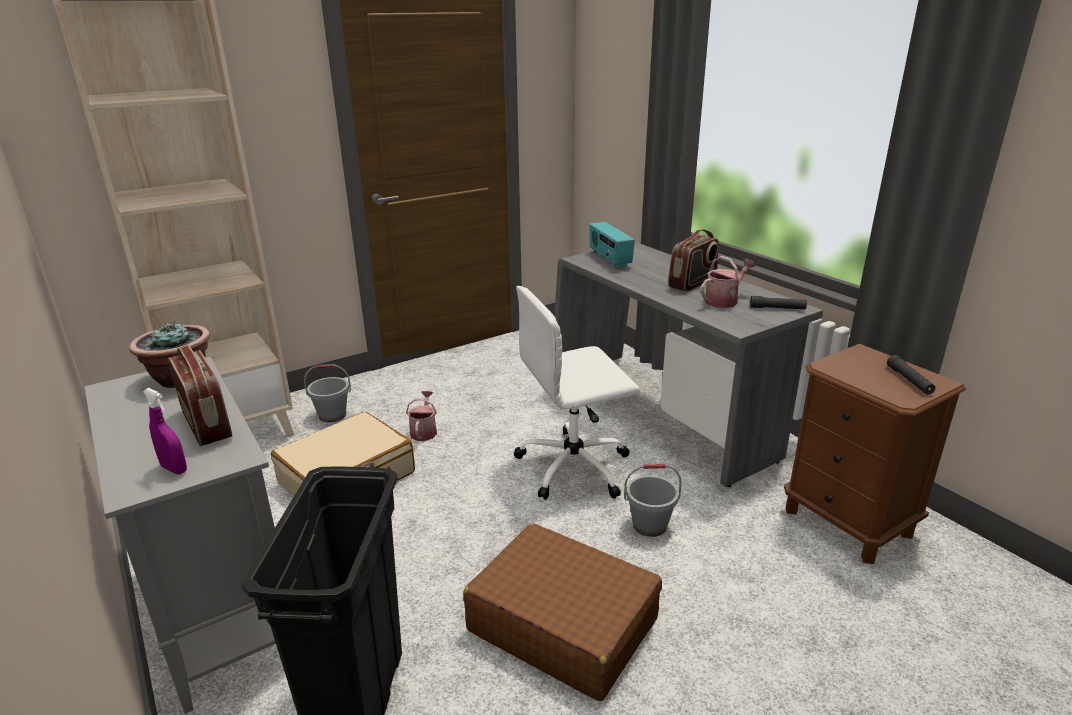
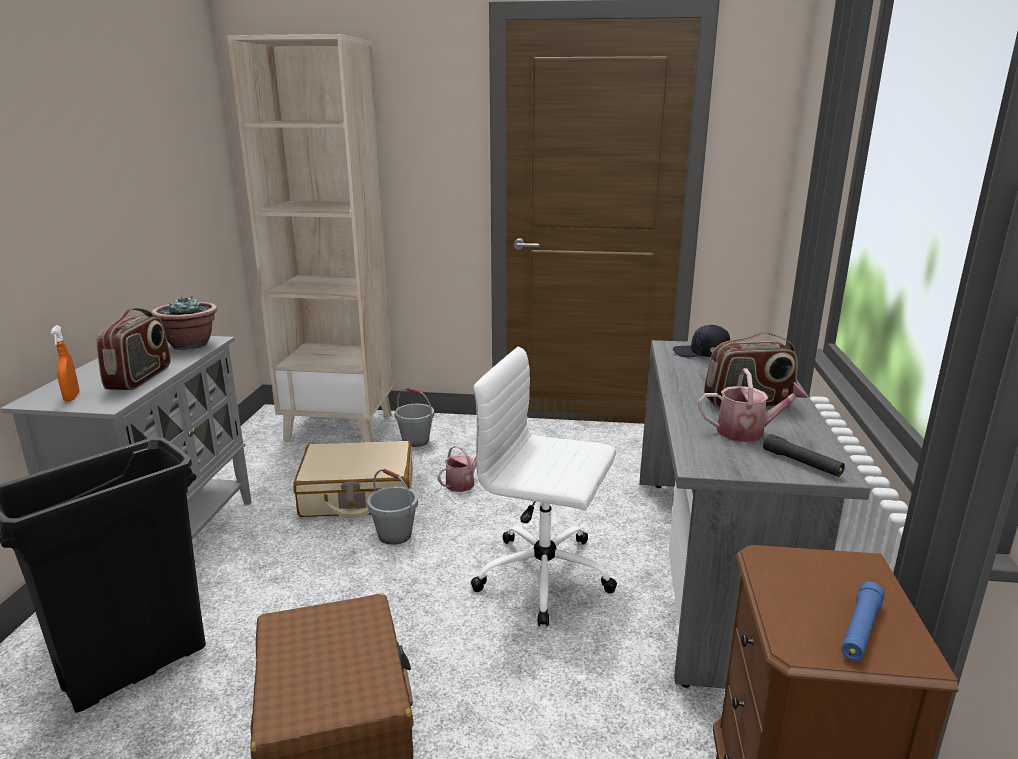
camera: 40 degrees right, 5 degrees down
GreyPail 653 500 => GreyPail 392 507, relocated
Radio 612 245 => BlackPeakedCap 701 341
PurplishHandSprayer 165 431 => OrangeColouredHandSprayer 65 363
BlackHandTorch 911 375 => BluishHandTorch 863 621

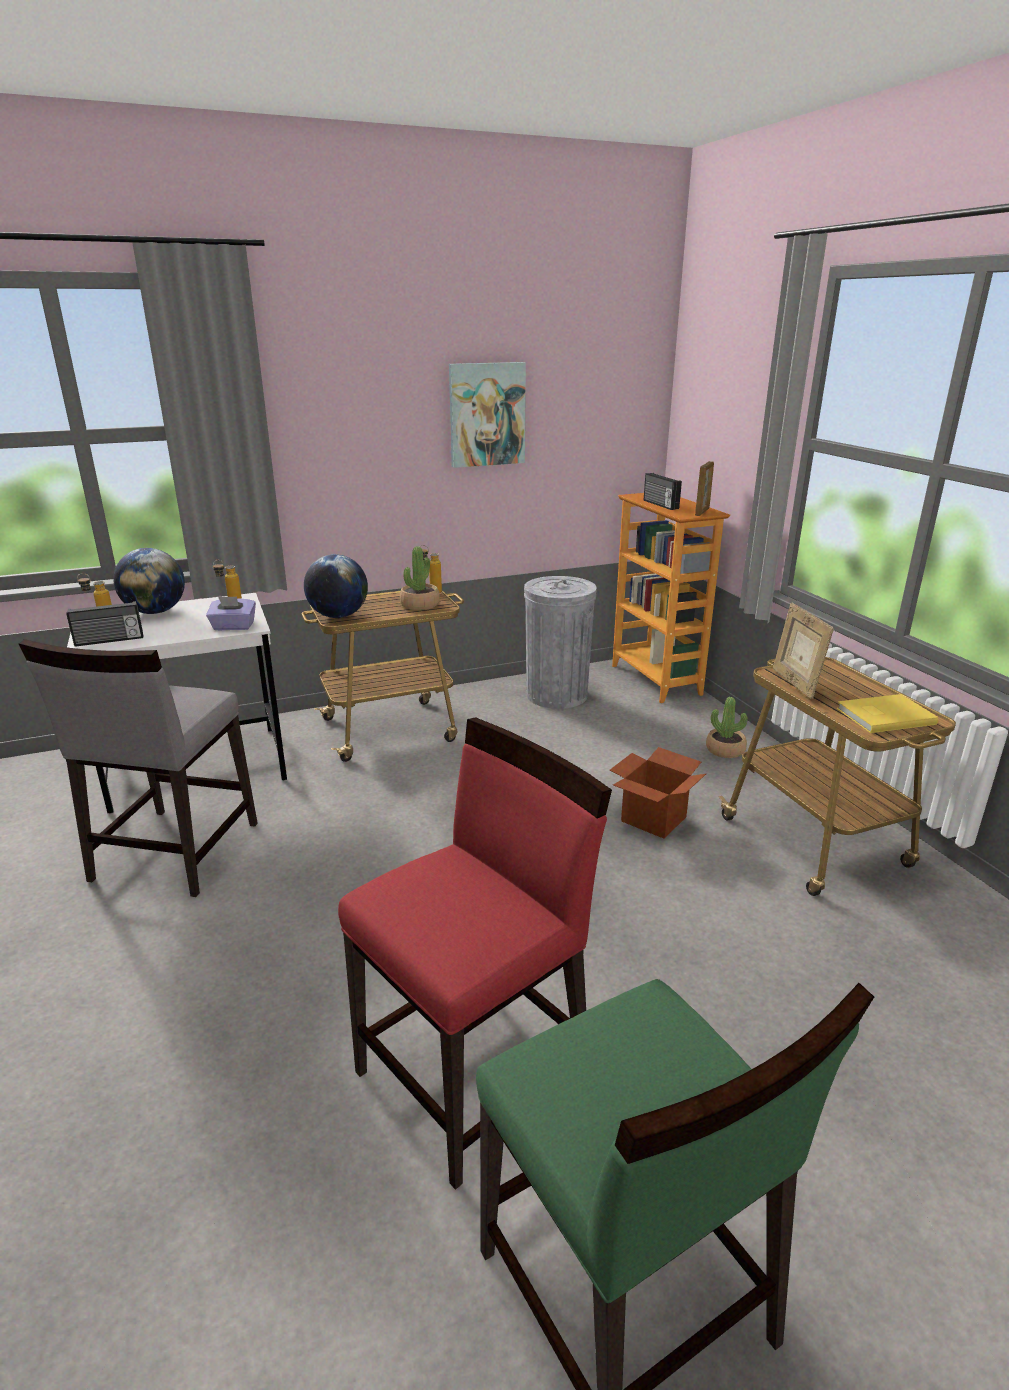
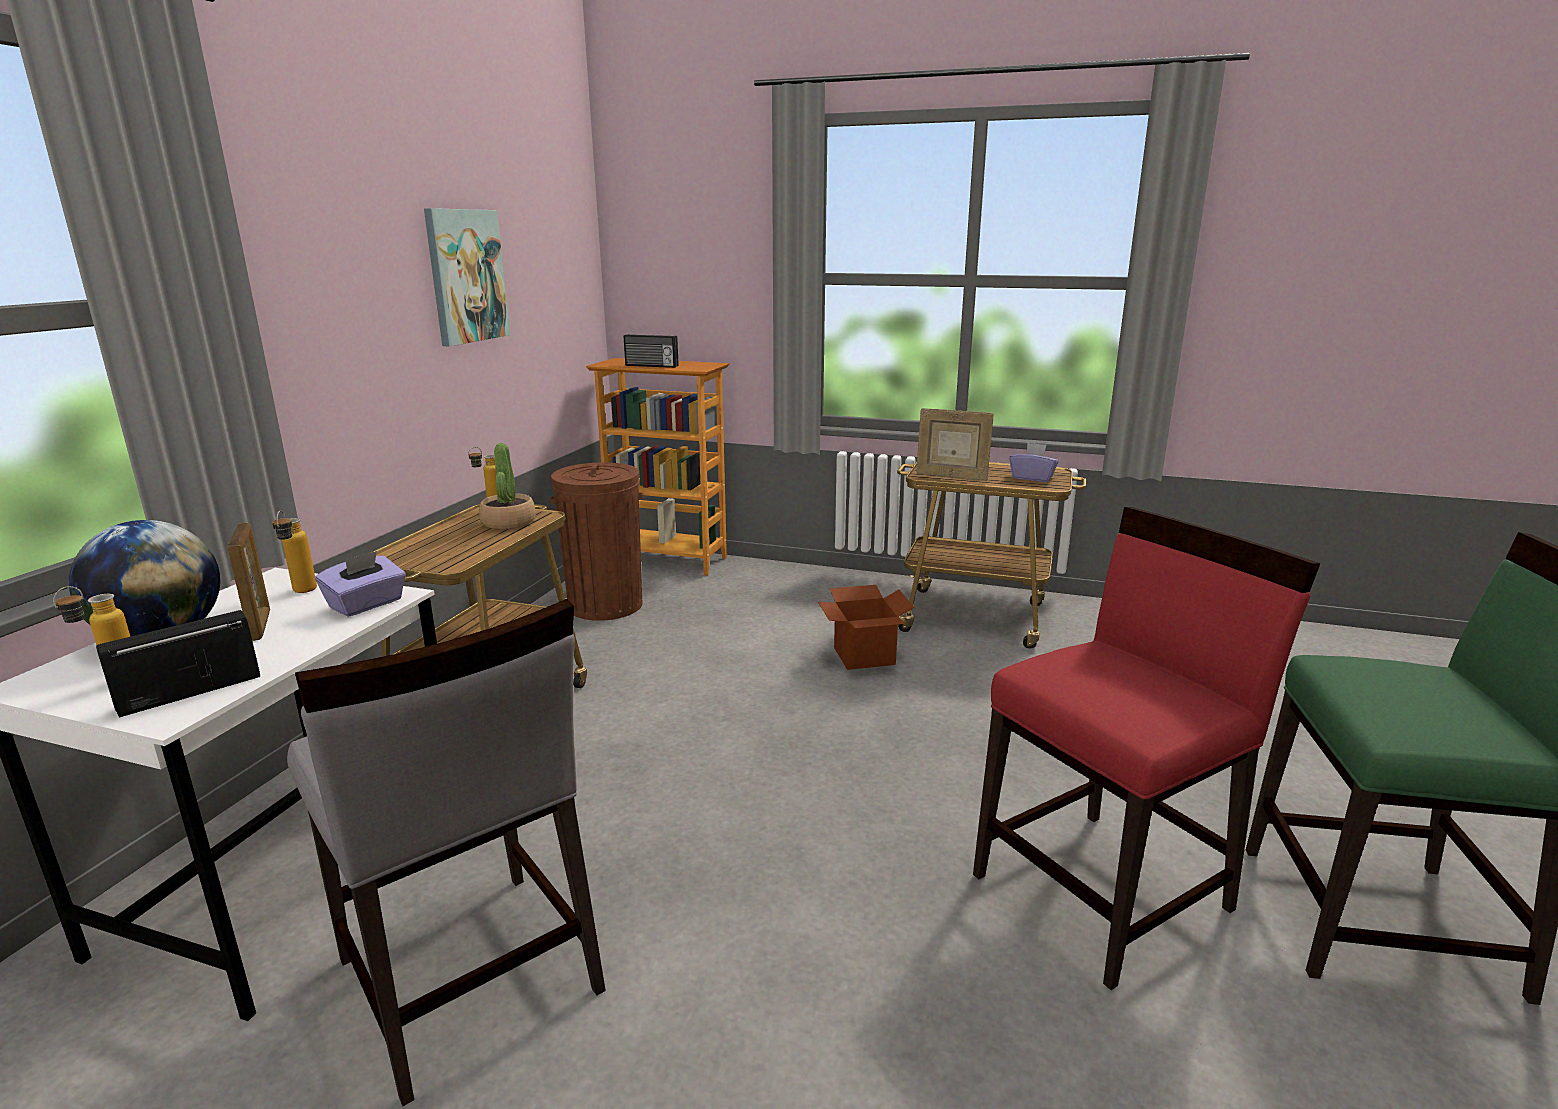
camera: 50 degrees left, 5 degrees down
DeskGlobe 336 586 => nothing
Houseplant 727 727 => nothing
PhotoFrame 704 488 => PhotoFrame 248 582, relocated
YellowColouredBook 887 713 => PurplishBoxOfTissues 1034 462
GreyTrashCan 560 642 => BrownTrashCan 597 541
Radio 104 624 => Radio 178 664, 150 degrees counterclockwise
RedColouredUprightChair 475 953 => RedColouredUprightChair 1146 748, 60 degrees clockwise

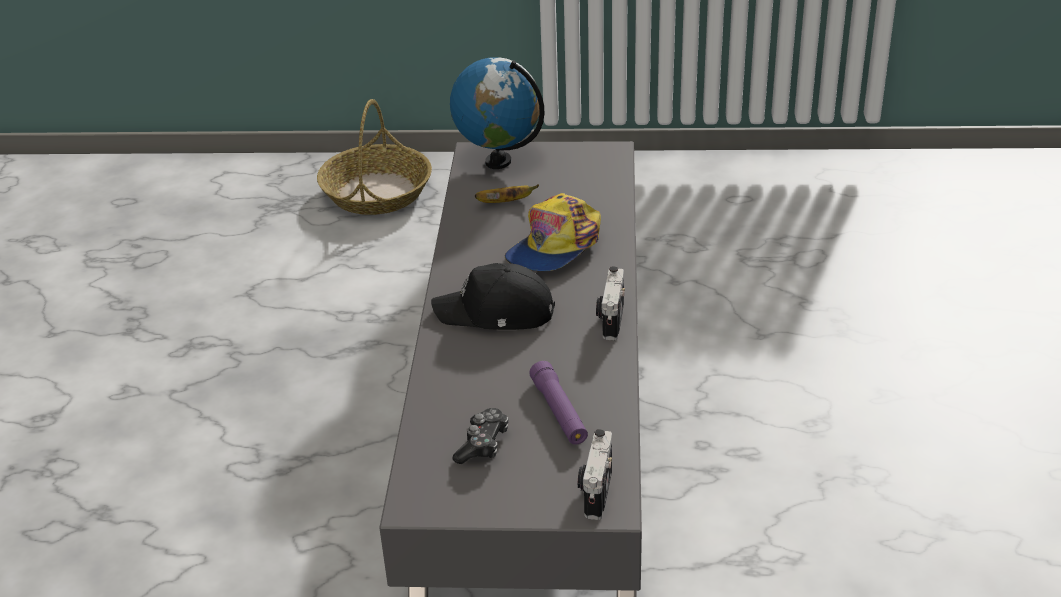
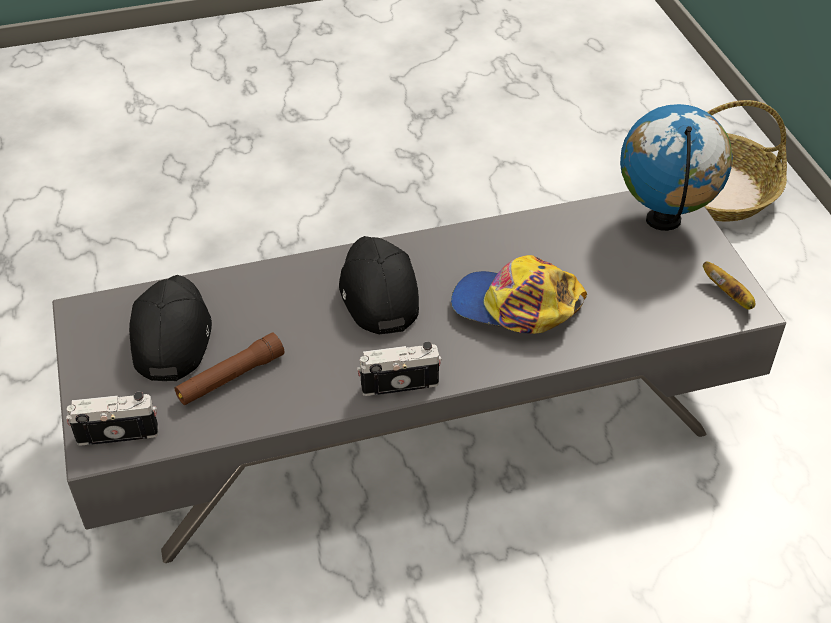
camera: 70 degrees right, 10 degrees up
BananaFruit 507 193 => BananaFruit 729 286, relocated
GameController 480 436 => BlackPeakedCap 170 328
PurplishHandTorch 558 403 => BrownHandTorch 229 369

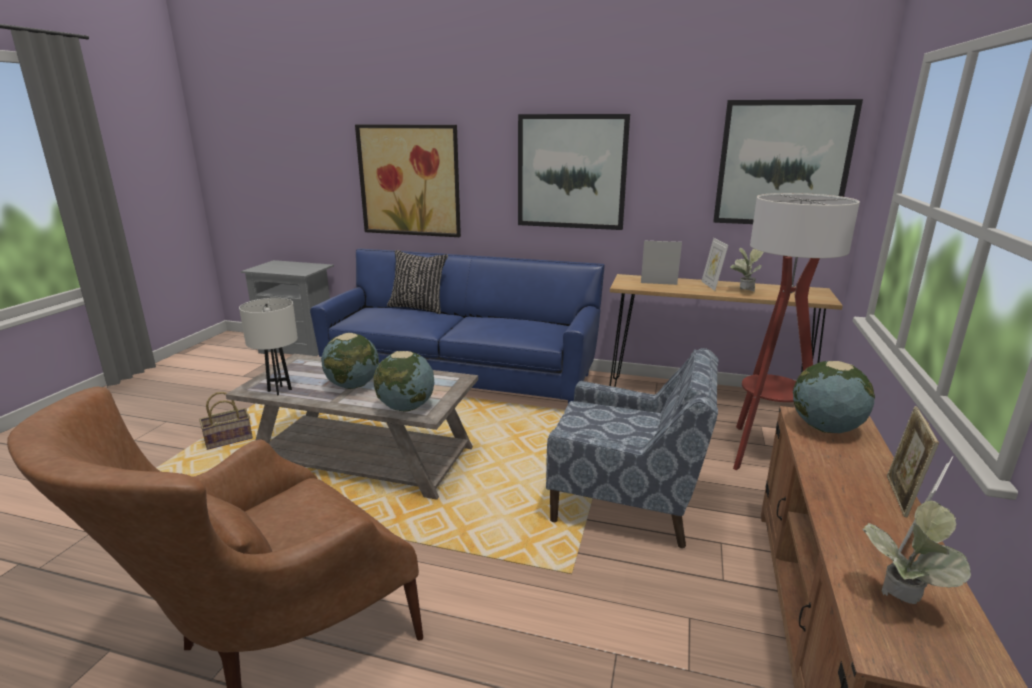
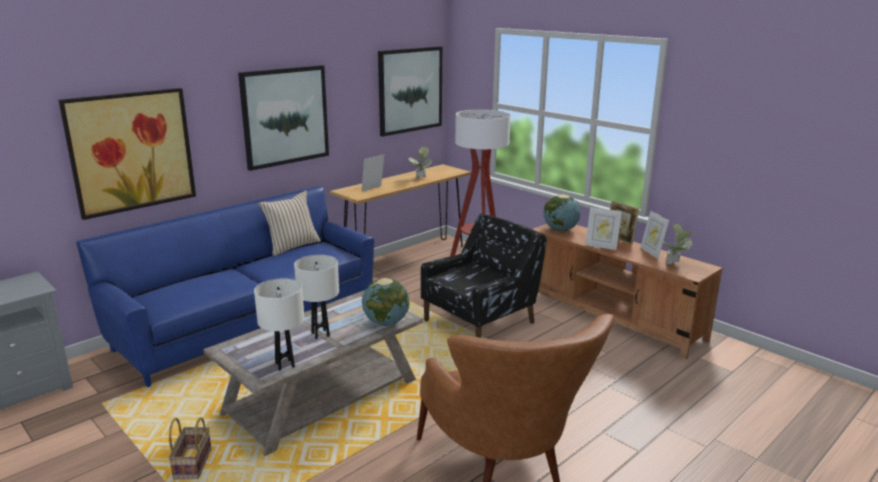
camera: 60 degrees left, 0 degrees up
BlackPillow 417 282 => nothing
nothing => BeigePillow 289 223
PhotoFrame 715 264 => PhotoFrame 603 228, relocated
DeskGlobe 350 361 => WhiteColouredTableLamp 316 297
BluishLoungeChair 632 448 => BlackLoungeChair 484 276

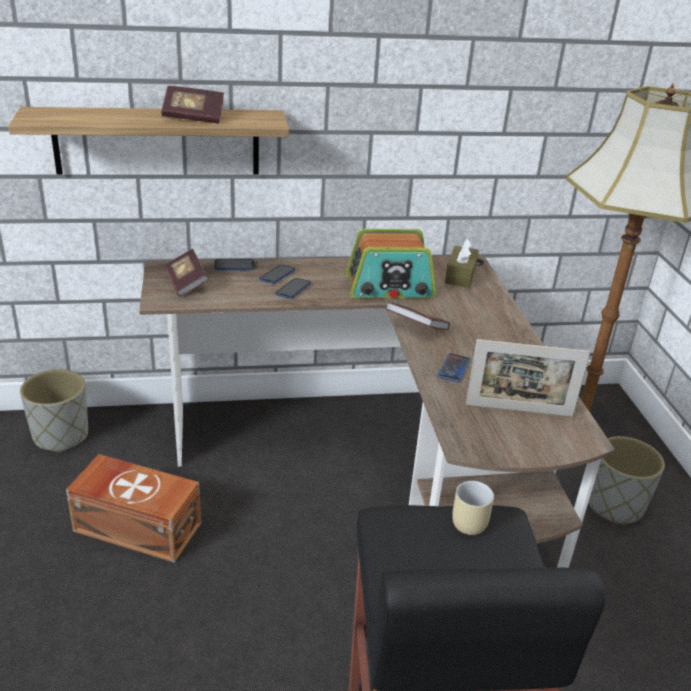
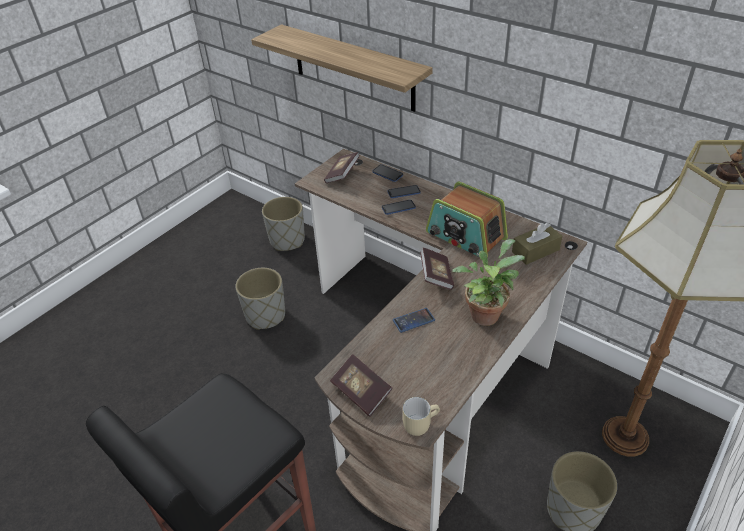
camera: 50 degrees right, 10 degrees up
PhotoFrame 528 378 => nothing
nothing => Houseplant 488 282
Book 192 105 => Book 361 385, relocated
BeigeMug 473 508 => BeigeMug 421 416, relocated
BrownStorageBin 133 508 => GreyPlantPot 260 299

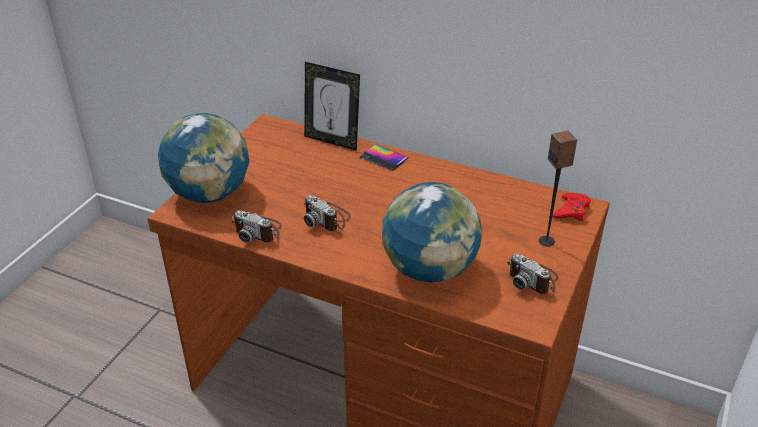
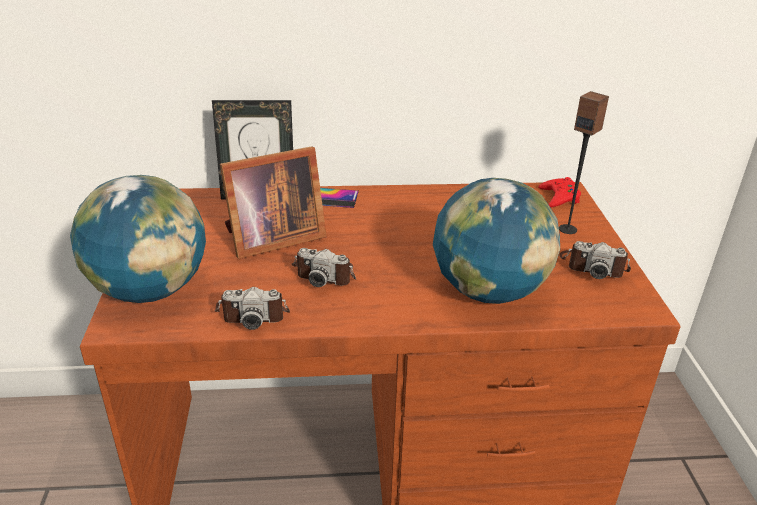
camera: 30 degrees left, 5 degrees down
nothing => PhotoFrame 273 202

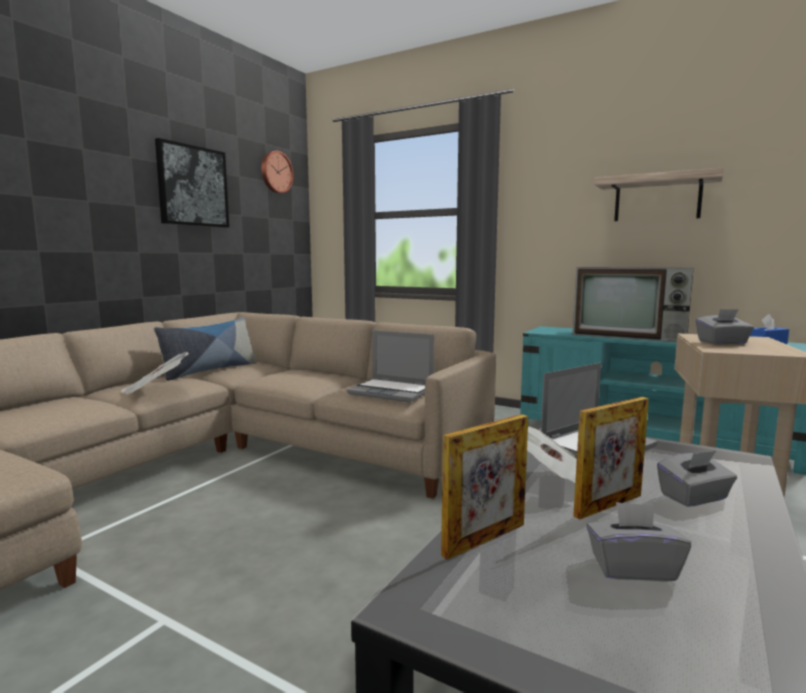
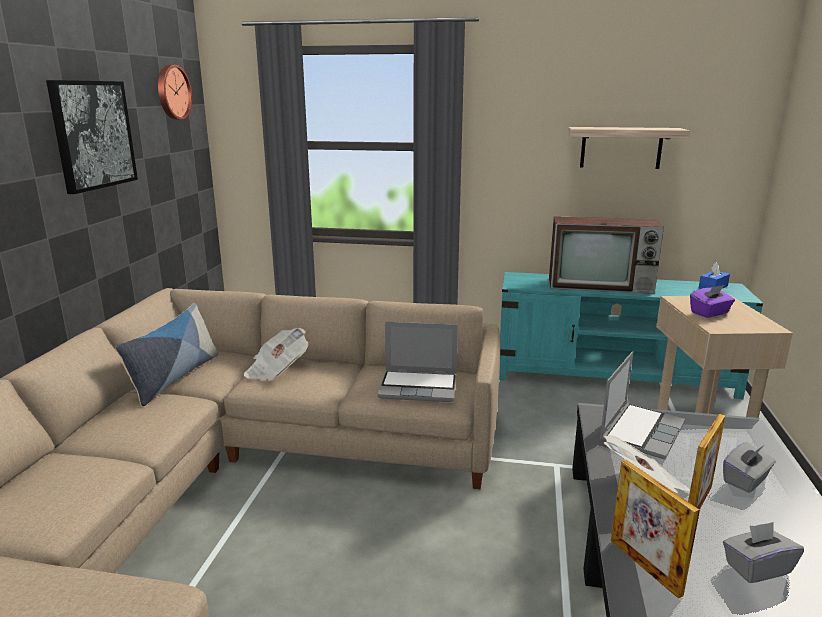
camera: 20 degrees left, 10 degrees up
PrintedPaper 155 373 => PrintedPaper 276 354, relocated
GreyBoxOfTissues 725 327 => PurplishBoxOfTissues 712 301
PhotoFrame 484 487 => PhotoFrame 655 529, 120 degrees clockwise

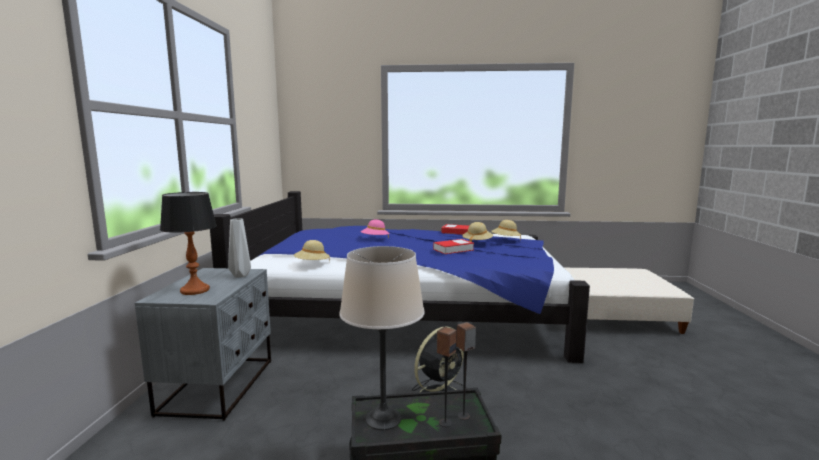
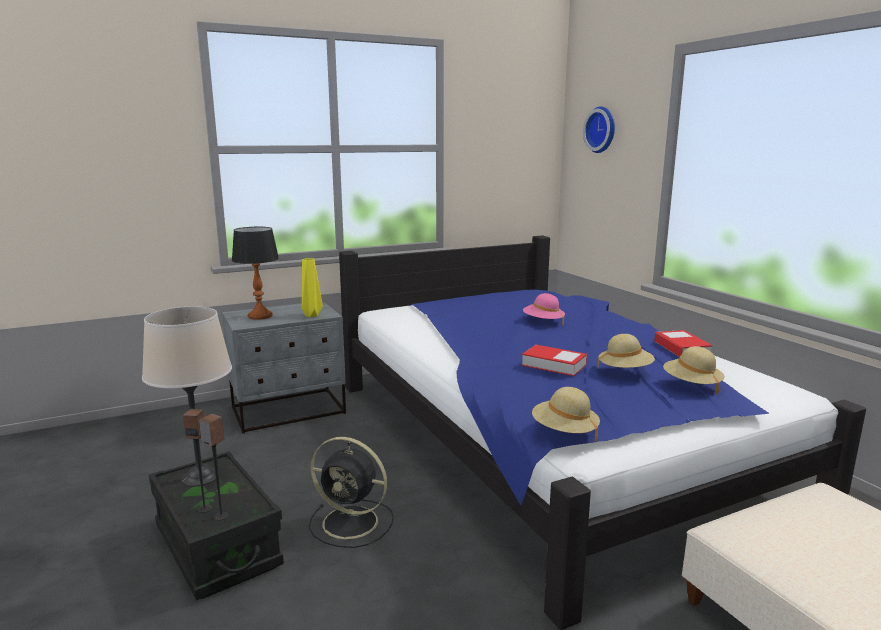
camera: 60 degrees right, 5 degrees up
nothing => ClockOnTheWall 599 129
BeigeClothingHat 312 251 => BeigeClothingHat 566 414, relocated
GreyFlowerVase 239 248 => YellowColouredFlowerVase 312 287

